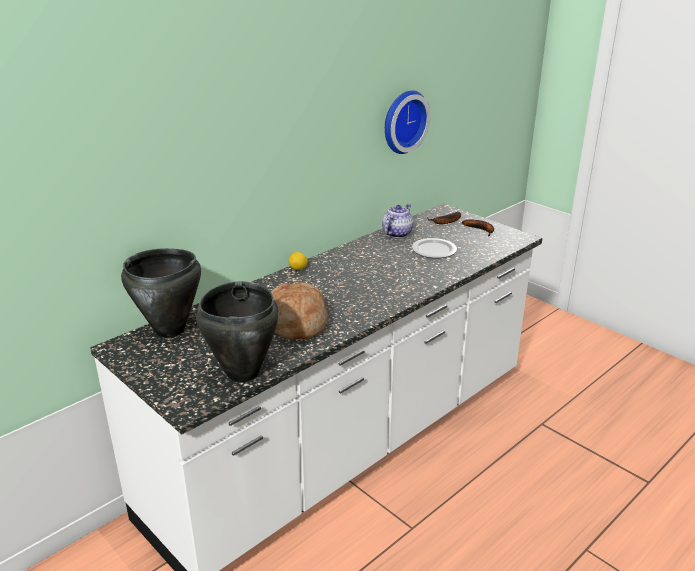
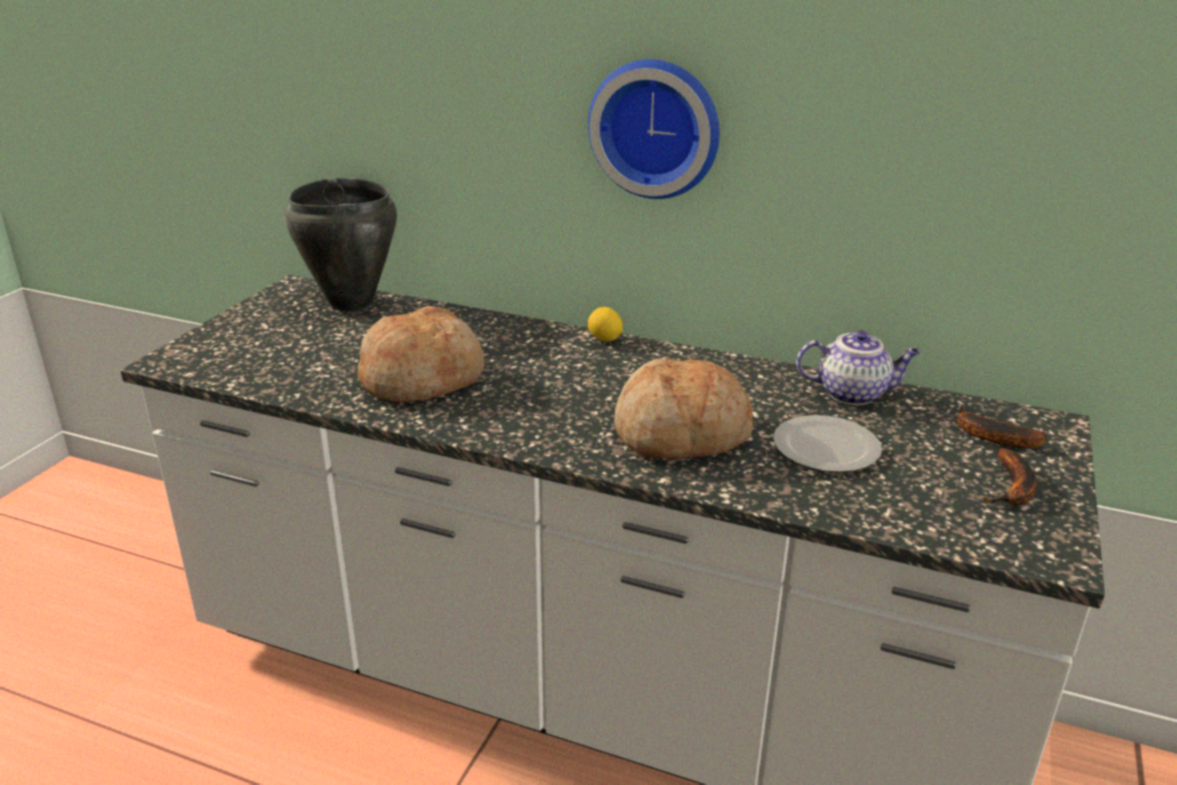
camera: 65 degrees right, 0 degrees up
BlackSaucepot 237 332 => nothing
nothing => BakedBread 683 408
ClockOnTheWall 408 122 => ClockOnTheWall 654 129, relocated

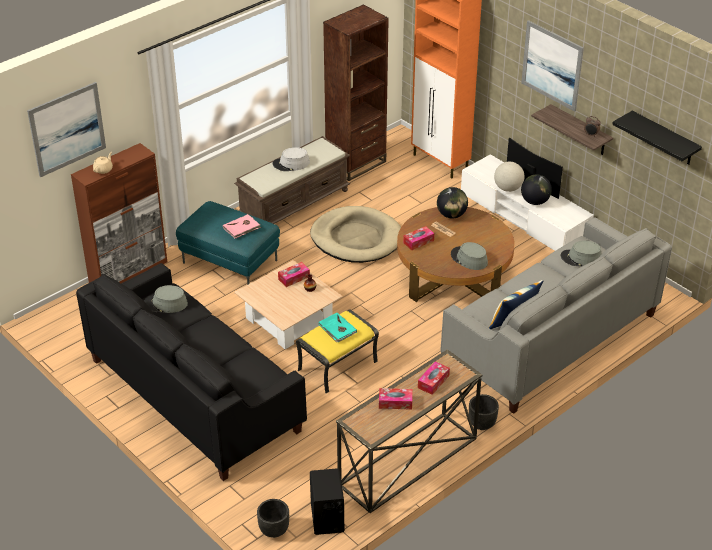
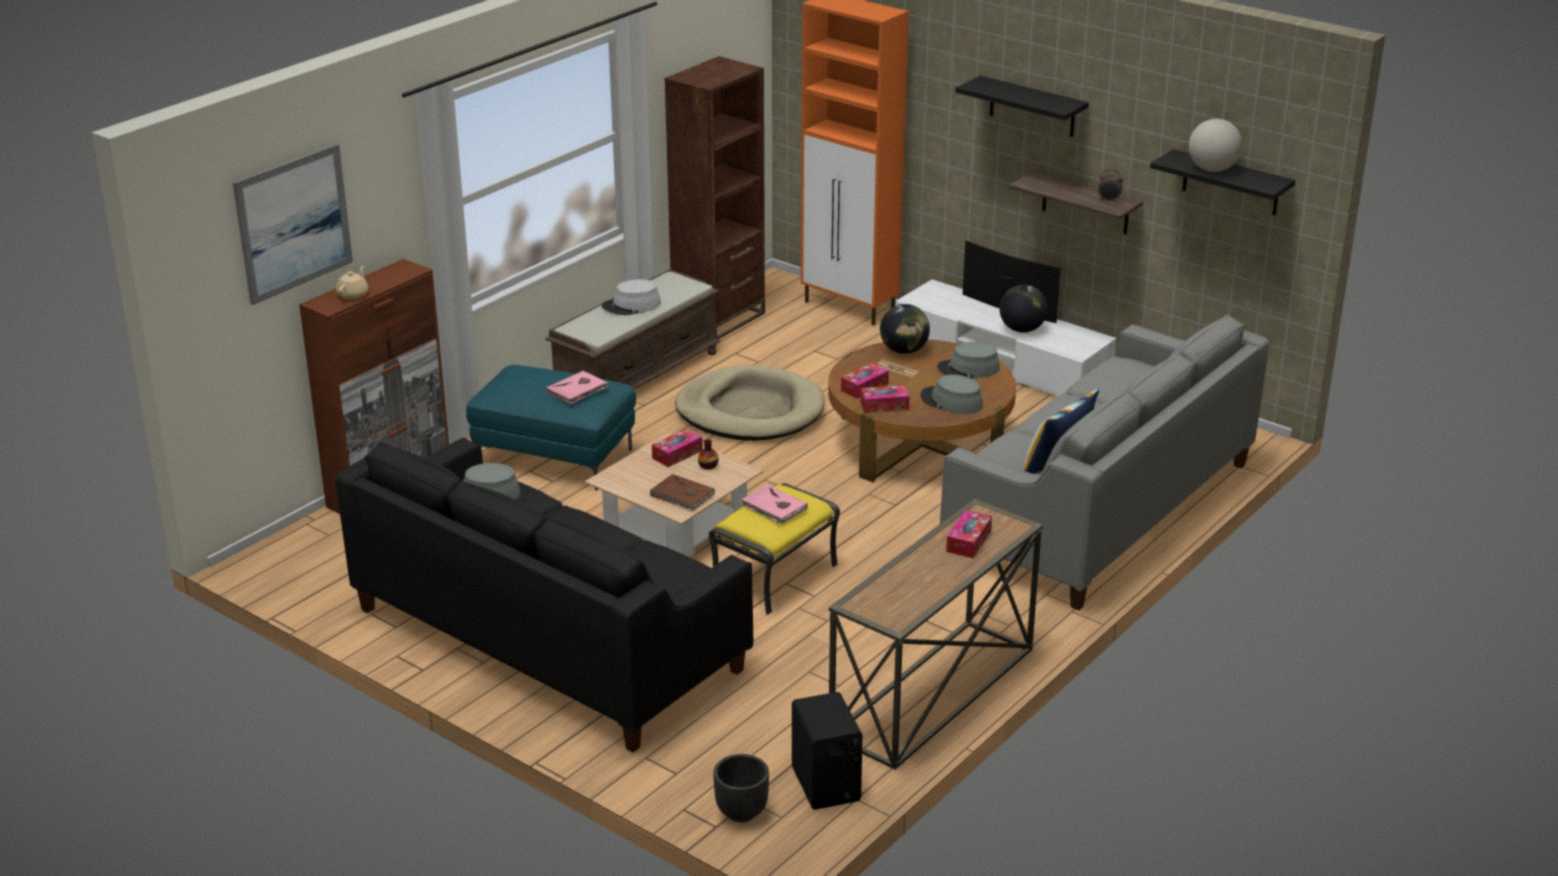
camera: 10 degrees left, 10 degrees down
BlackPlantPot 484 412 => nothing
nothing => BrownBook 682 492
BoxOfTissues 395 399 => BoxOfTissues 885 399, relocated
DeskGlobe 509 177 => DeskGlobe 1216 145, relocated
GreyClothingHat 581 253 => GreyClothingHat 968 360, relocated
WallPicture 552 66 => BlackShelf 1022 106
TurquoiseBook 338 327 => PinkColouredBook 774 504

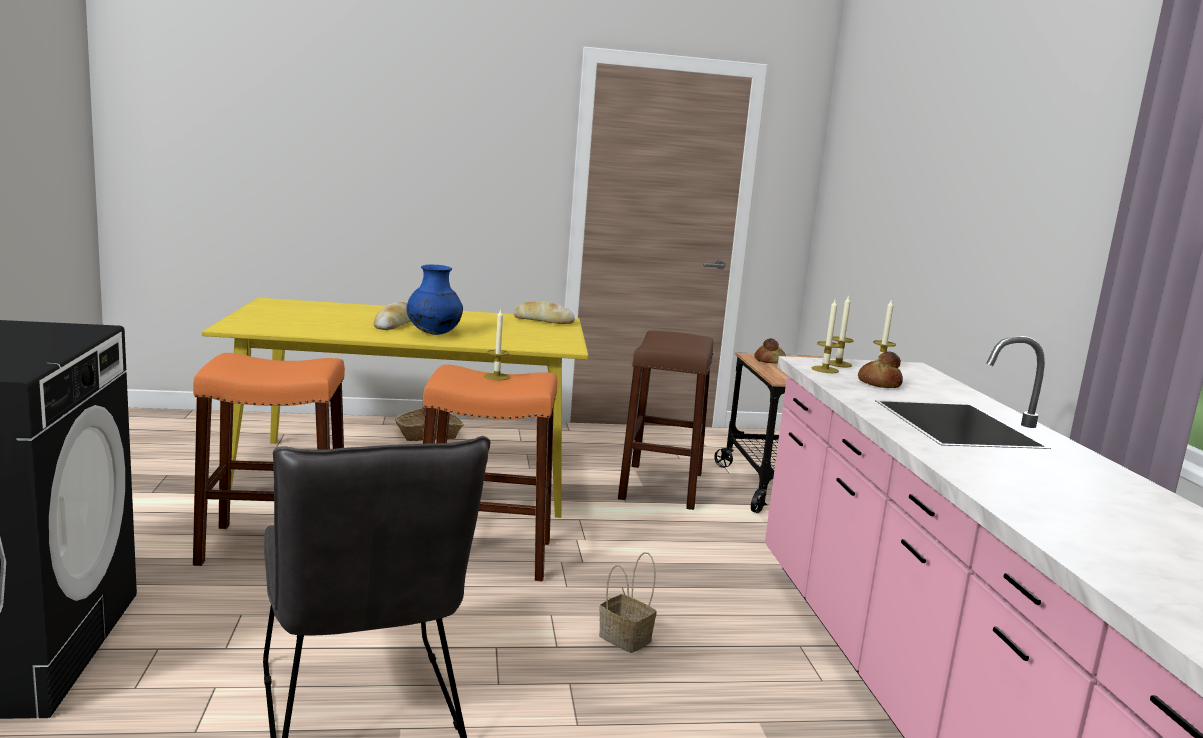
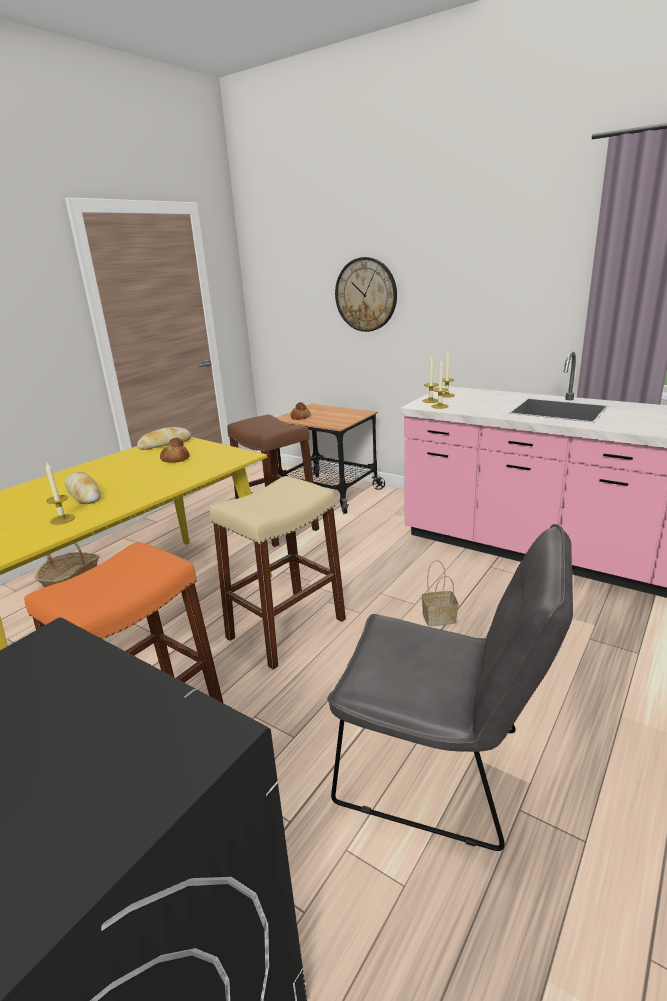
camera: 45 degrees left, 10 degrees up
BluishFlowerVase 434 299 => nothing
nothing => ClockOnTheWall 366 294
WaxCandle 497 344 => WaxCandle 60 493, relocated
BakedBread 880 369 => BakedBread 174 450, relocated
OrangeColouredStoolSeat 490 472 => BeigeStoolSeat 278 573

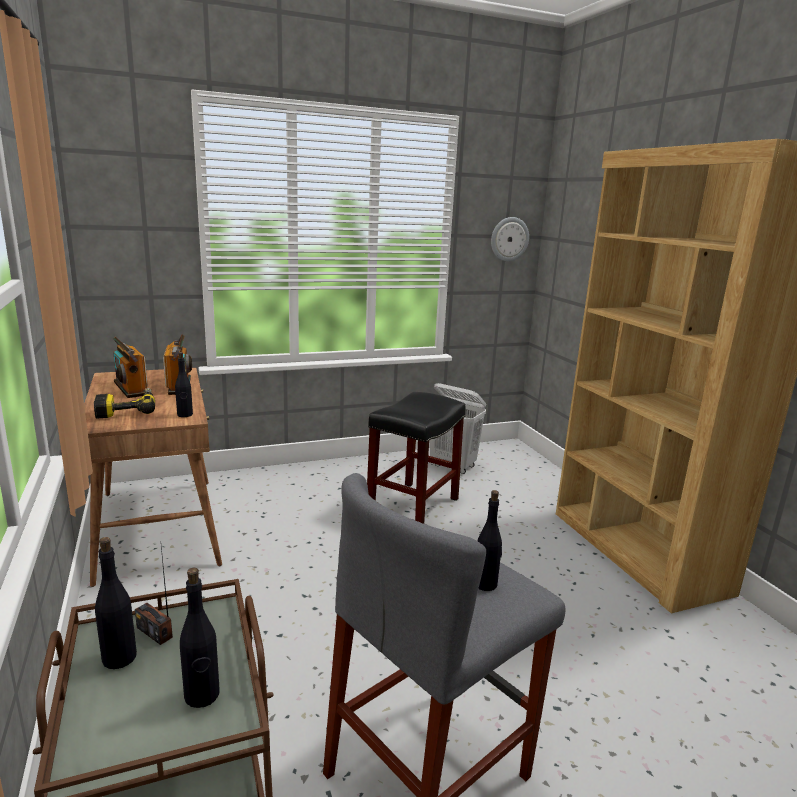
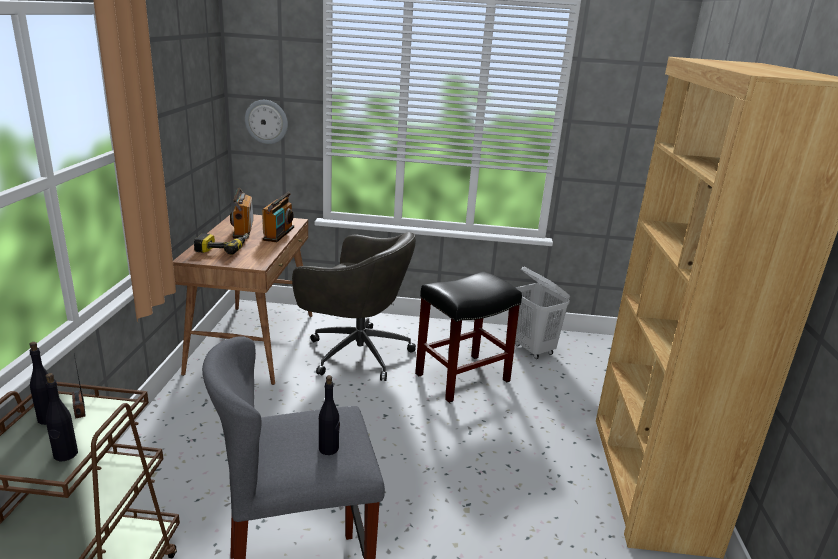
camera: 25 degrees right, 5 degrees up
BlackBottle 184 384 => nothing
nothing => GreyComputerChair 354 306
ClockOnTheWall 510 239 => ClockOnTheWall 266 122, relocated

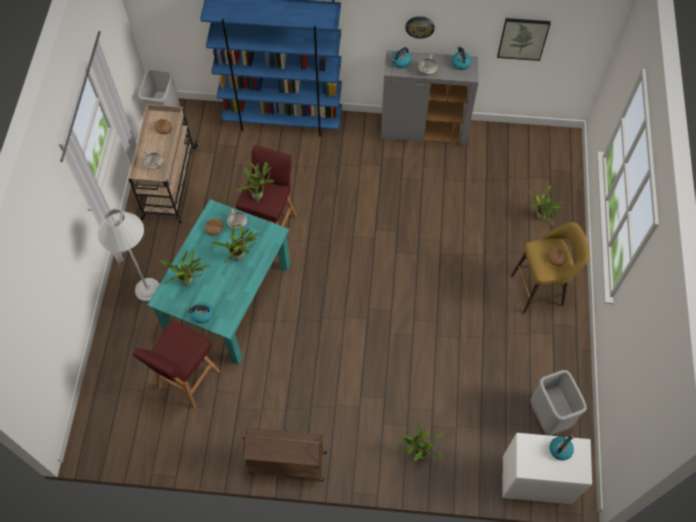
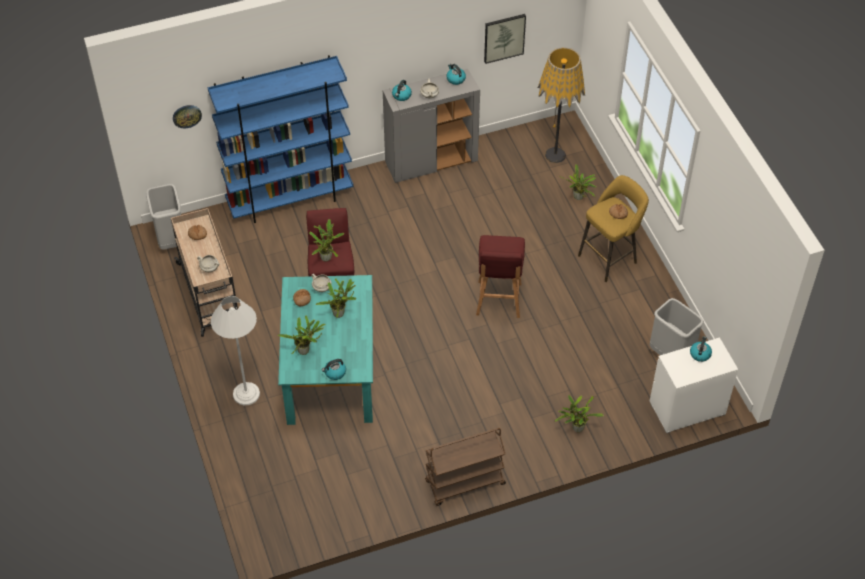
camera: 25 degrees left, 10 degrees down
nothing => FloorLamp 561 105
RedColouredStoolSeat 176 364 => RedColouredStoolSeat 500 276, relocated
ClockOnTheWall 420 27 => ClockOnTheWall 187 116, relocated

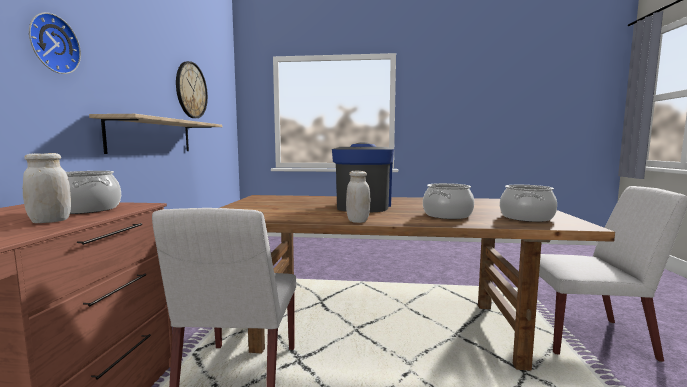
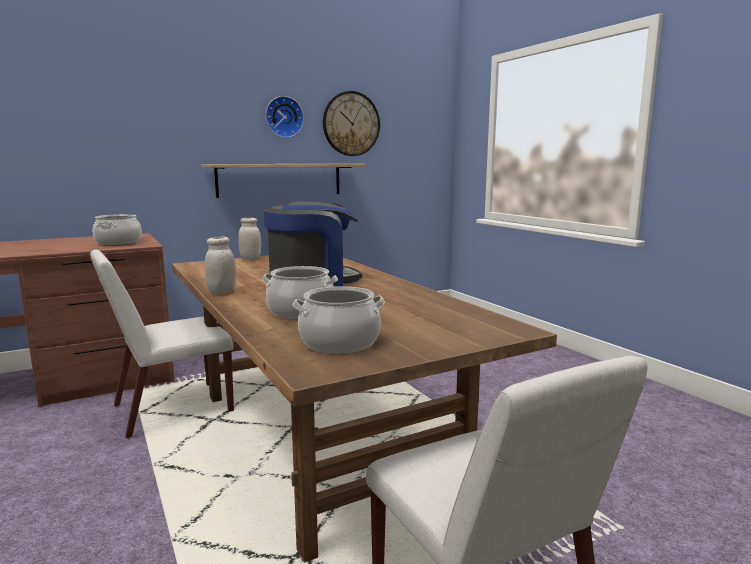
camera: 55 degrees right, 5 degrees up
WhiteColouredJar 47 188 => WhiteColouredJar 249 239, relocated
ClockOnTheWall 55 43 => ClockOnTheWall 285 117, relocated

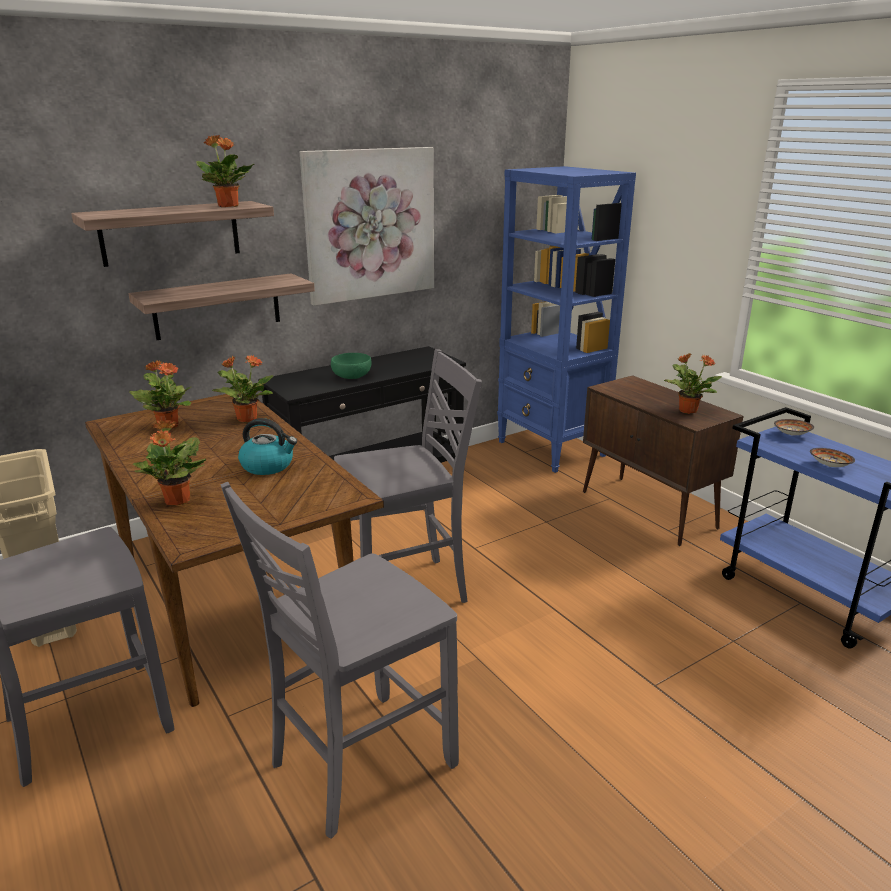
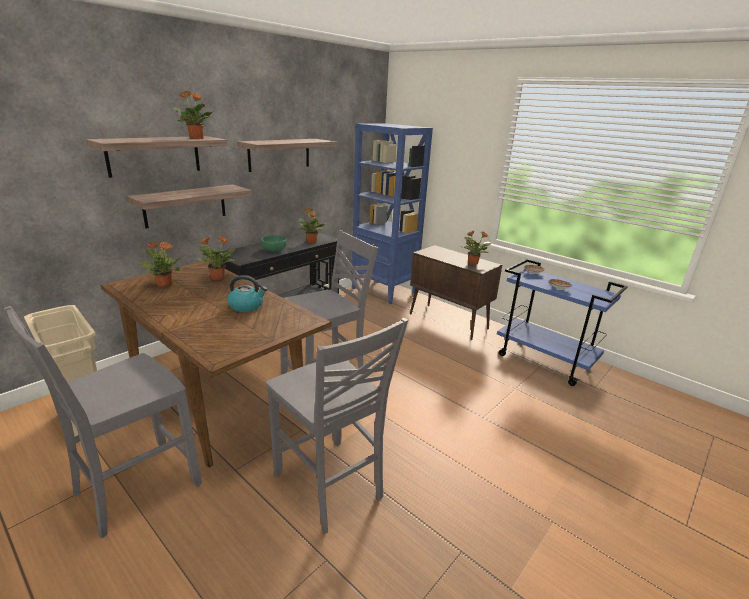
camera: 15 degrees left, 0 degrees up
Houseplant 169 462 => Houseplant 312 225, relocated
WallPicture 367 226 => Shelf 286 155
GreyUprightChair 340 660 => GreyUprightChair 337 426, 75 degrees counterclockwise

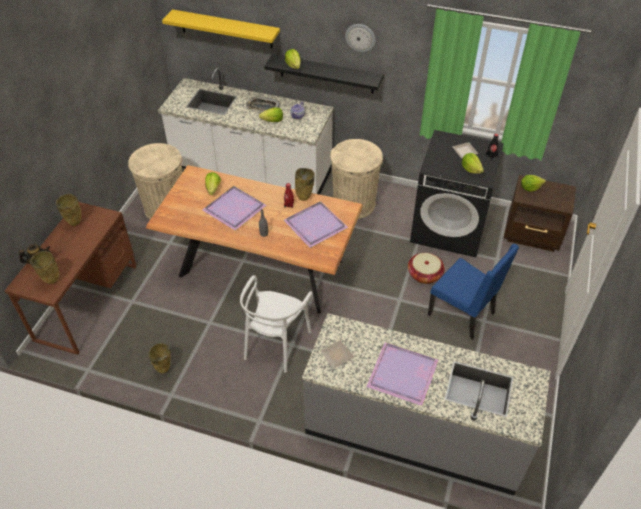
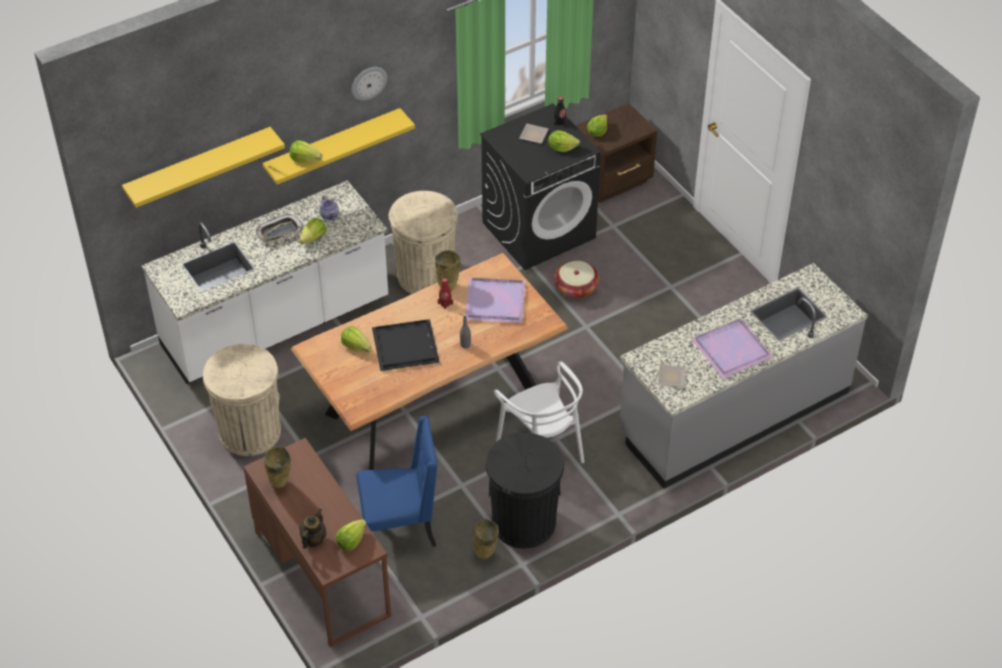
camera: 50 degrees left, 0 degrees up
nothing => BlackTrashCan 525 491
BluishUprightChair 473 292 => BluishUprightChair 397 481, relocated
BeigeFlowerVase 44 267 => LettuceHead 351 535
PurplishTray 234 208 => BlackTray 406 345
BlackShelf 323 73 => YellowColouredShelf 339 146

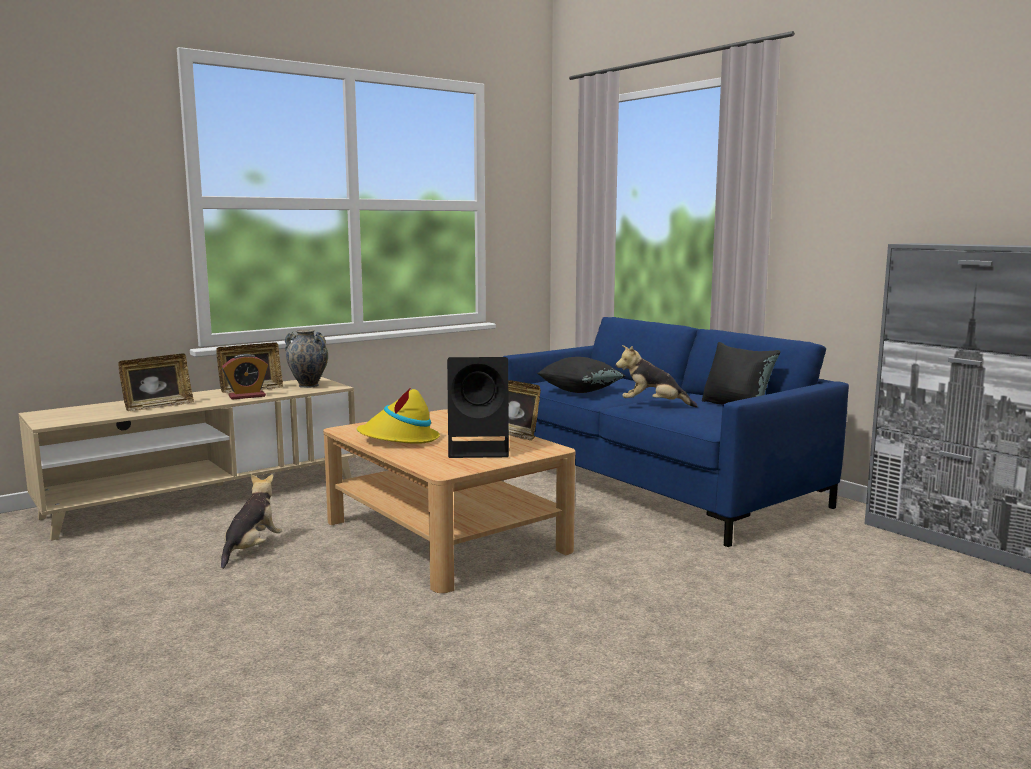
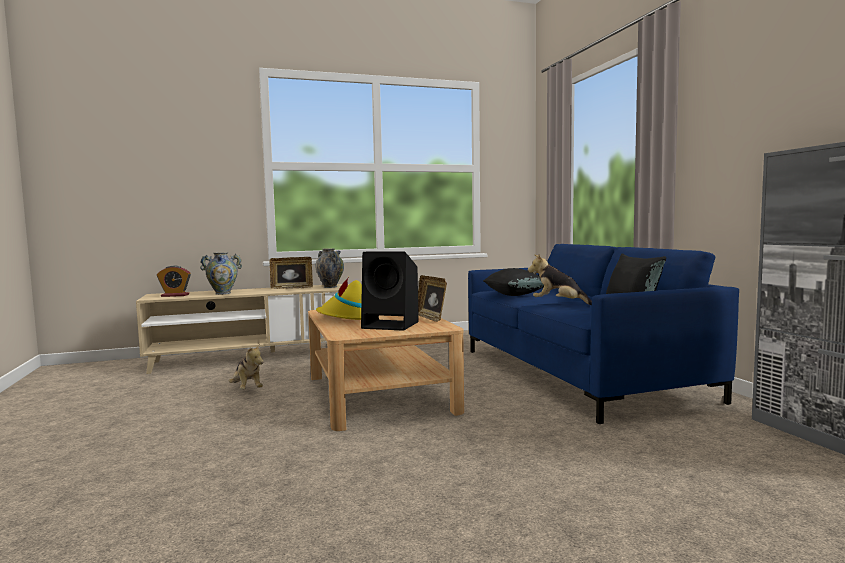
camera: 20 degrees right, 5 degrees down
TableClock 245 377 => TableClock 174 281, relocated
PhotoFrame 156 382 => FlowerVase 221 273
PlushToy 251 521 => PlushToy 245 367, 105 degrees clockwise

